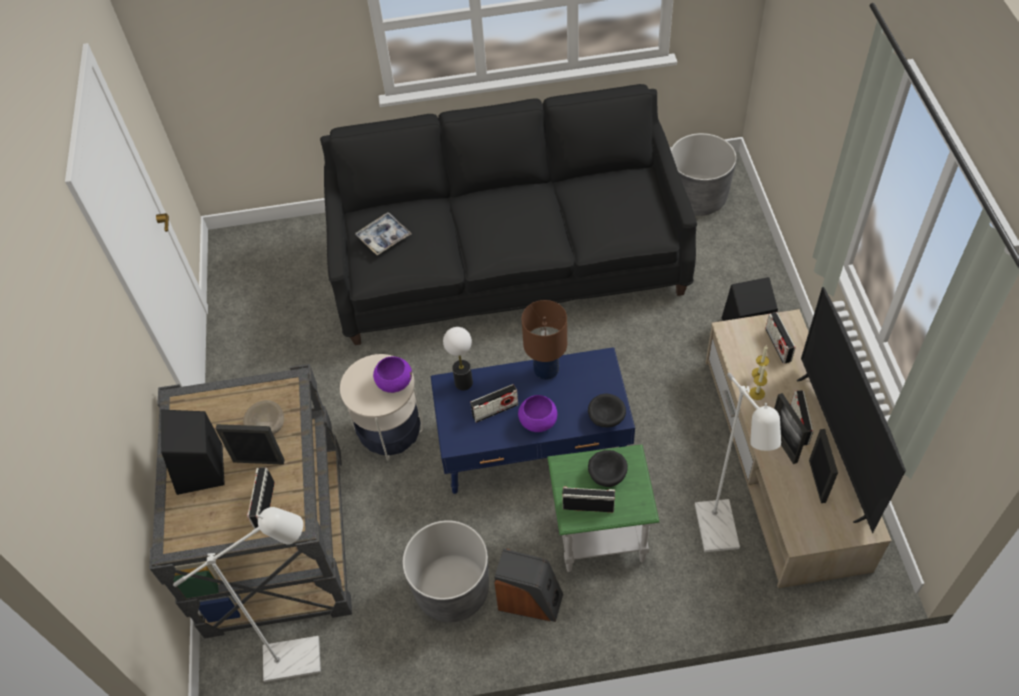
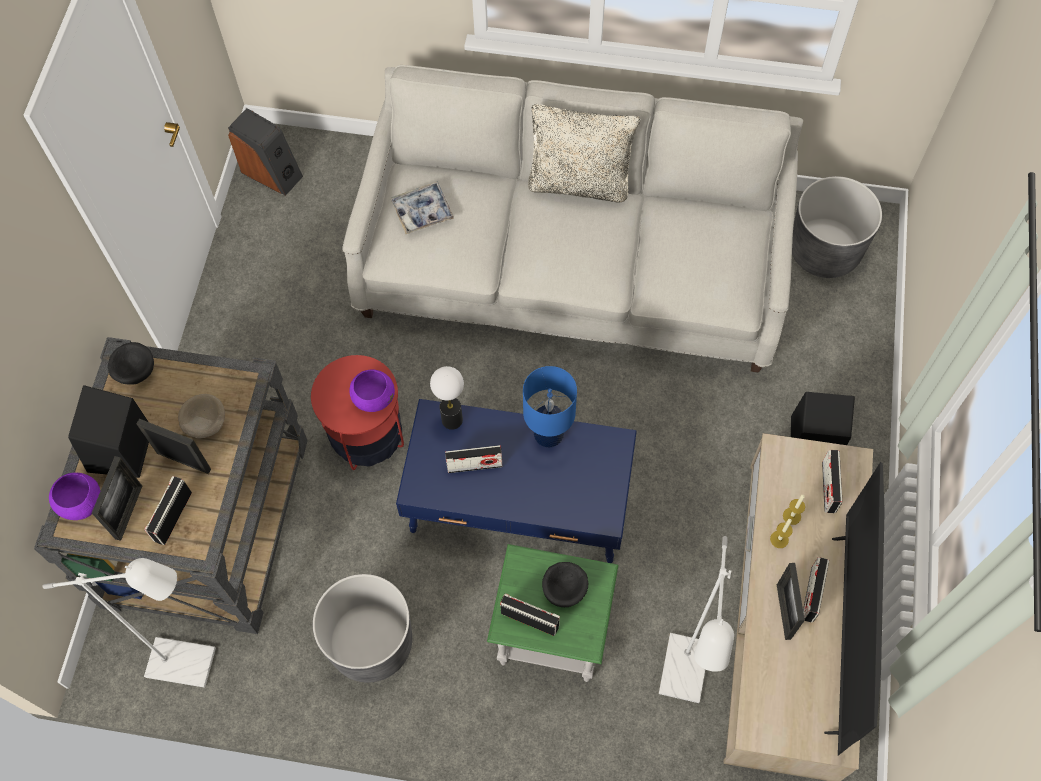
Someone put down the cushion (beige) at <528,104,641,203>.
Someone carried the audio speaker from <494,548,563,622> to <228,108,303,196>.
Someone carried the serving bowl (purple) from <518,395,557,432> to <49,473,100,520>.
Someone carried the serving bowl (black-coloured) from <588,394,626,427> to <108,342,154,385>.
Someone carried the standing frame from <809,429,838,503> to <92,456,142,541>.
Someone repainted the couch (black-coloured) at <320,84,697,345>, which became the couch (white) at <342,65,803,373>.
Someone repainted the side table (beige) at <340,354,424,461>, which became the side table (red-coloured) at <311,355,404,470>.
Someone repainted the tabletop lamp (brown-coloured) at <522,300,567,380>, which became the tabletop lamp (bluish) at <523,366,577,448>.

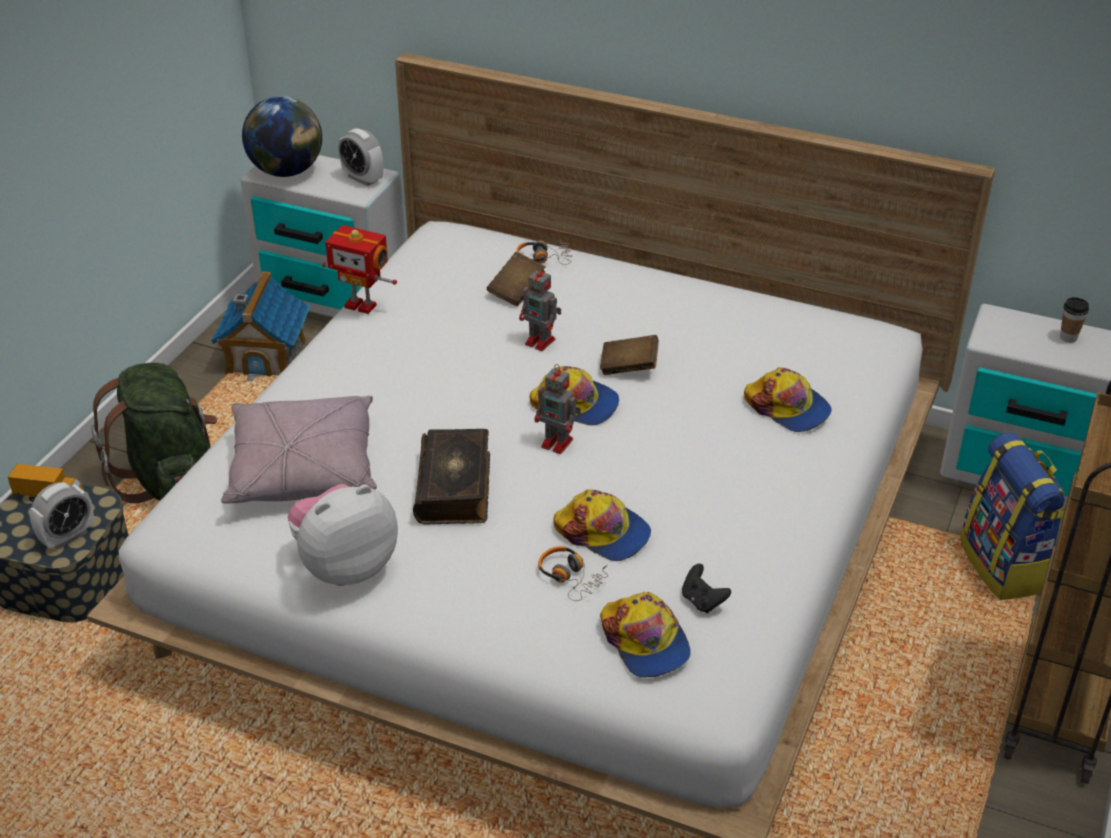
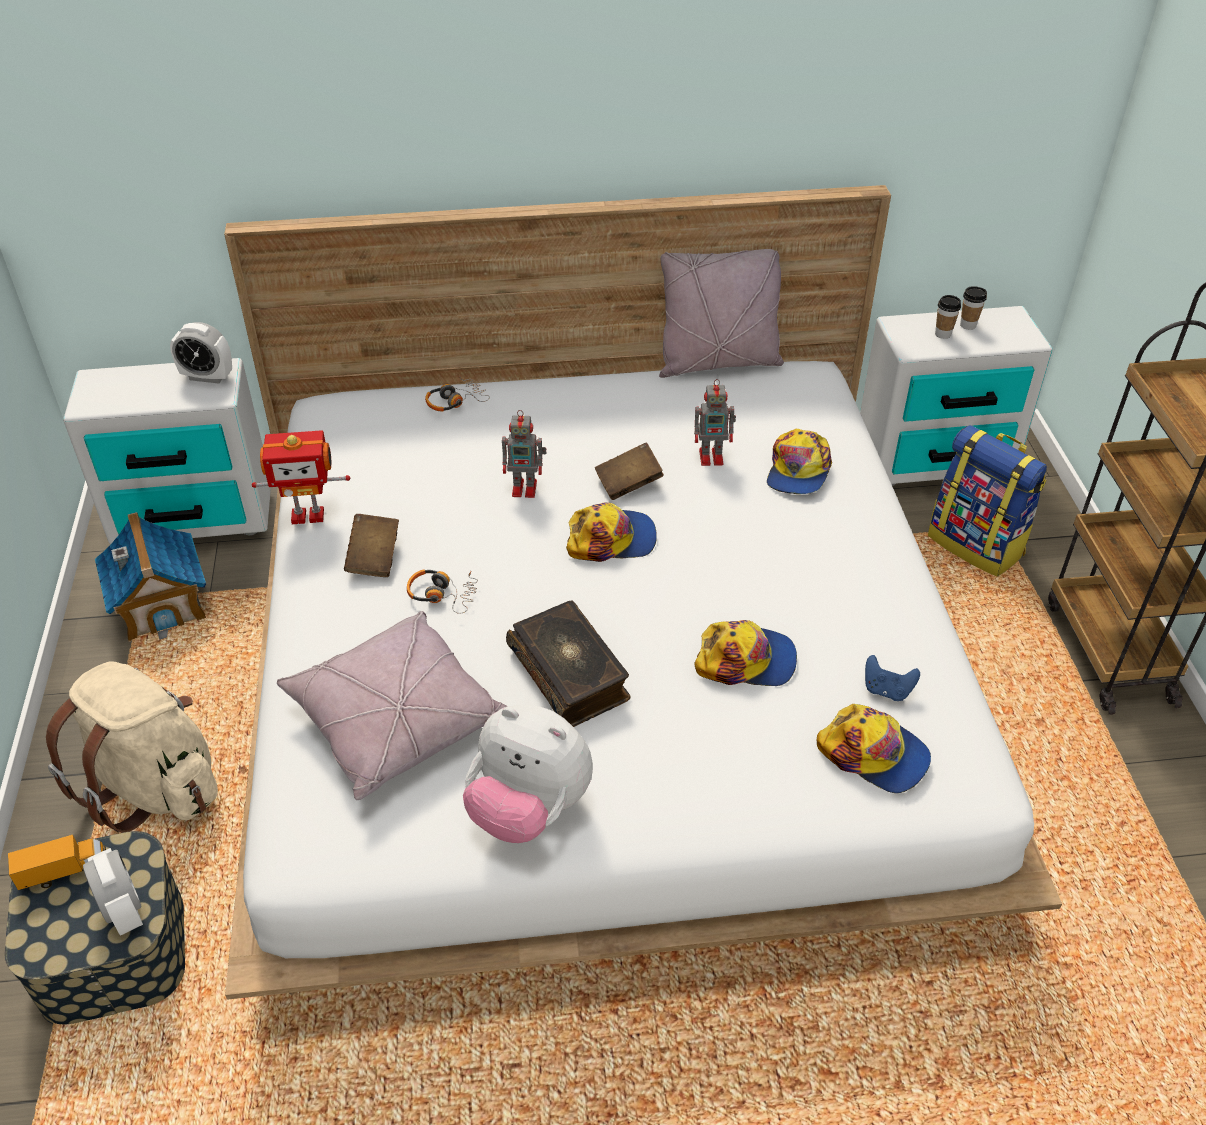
Someone took away the world globe at <242,96,322,177>.
Someone put down the cushion (purple) at <659,249,784,378>.
Someone put down the drinking cup at <935,295,961,339>.
Someone carried the volume (brown-coloured) from <487,252,546,306> to <344,514,399,577>.
Someone carried the robot figure from <535,364,581,454> to <694,379,736,466>.
Someone carried the headphones from <538,546,608,601> to <407,569,478,614>.
Someone repainted the rucksack (green-coloured) at <91,363,217,503>, which became the rucksack (beige) at <46,661,218,833>.
Someone repainted the gamepad (black-coloured) at <682,564,731,613>, which became the gamepad (bluish) at <865,655,920,701>.
Someone rotated the alarm clock at <30,482,94,550> by 45 degrees counterclockwise.
Someone rotated the plush toy at <288,484,398,586> by 90 degrees counterclockwise.
Someone rotated the baseball cap at <744,367,832,432> by 90 degrees clockwise.

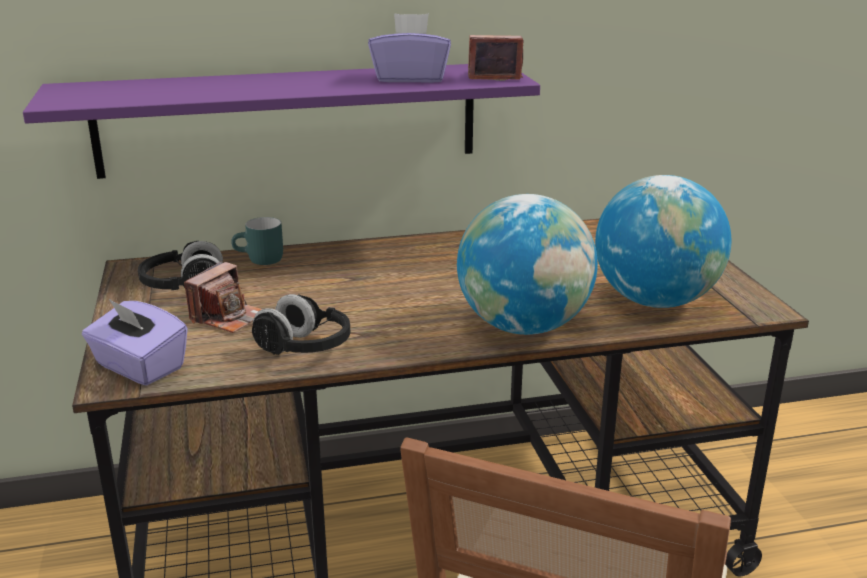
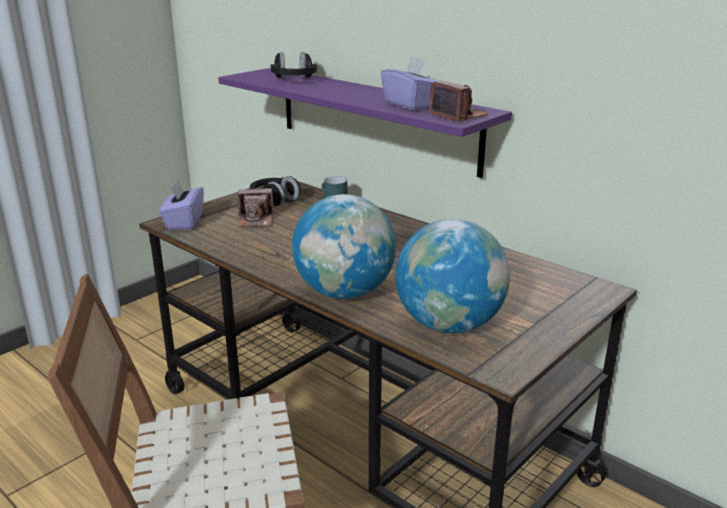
Someone carried the headphones (black-coloured) from <252,294,351,355> to <271,52,317,79>.

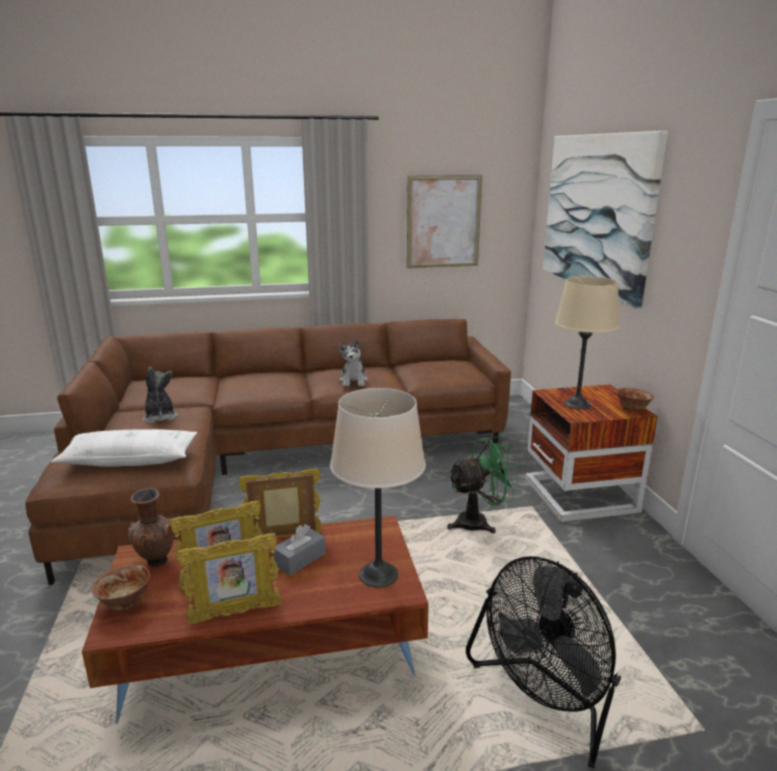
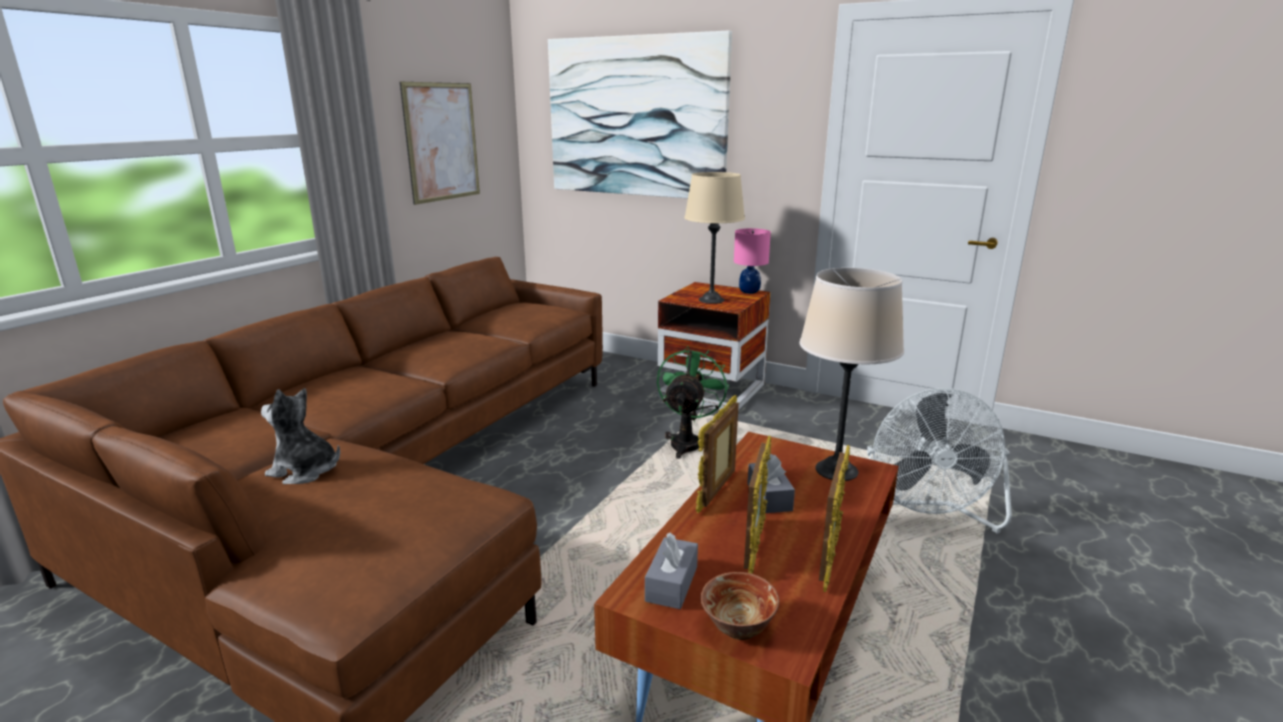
Someone took away the cushion (white) at <50,429,197,467>.
Someone took away the plush toy at <338,338,368,387>.
Someone swapped the decorative vase (brown-coloured) at <128,488,174,567> for the tissue box (grey) at <645,533,698,609>.
Someone swapped the serving bowl at <617,388,654,412> for the tabletop lamp (pink) at <734,228,771,294>.
Someone repainted the cooling fan (black-coloured) at <466,556,621,769>, which became the cooling fan (white) at <867,388,1012,534>.

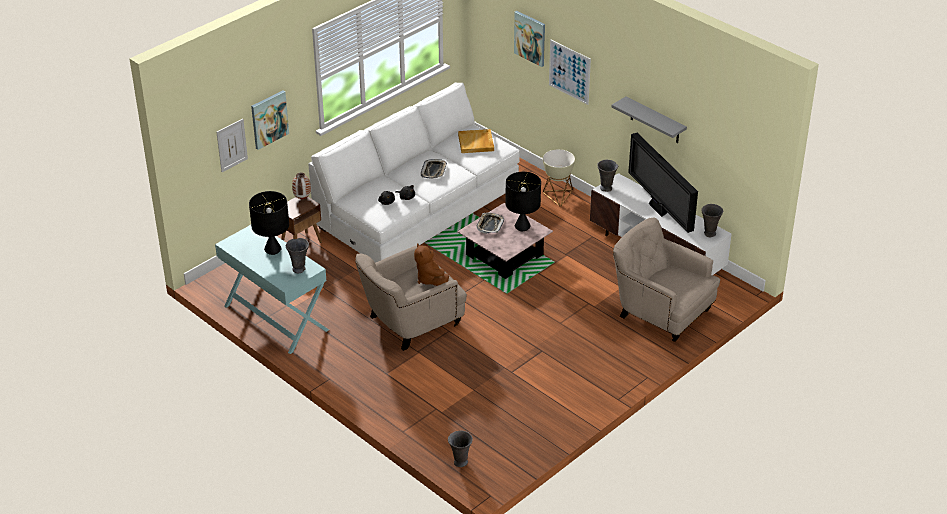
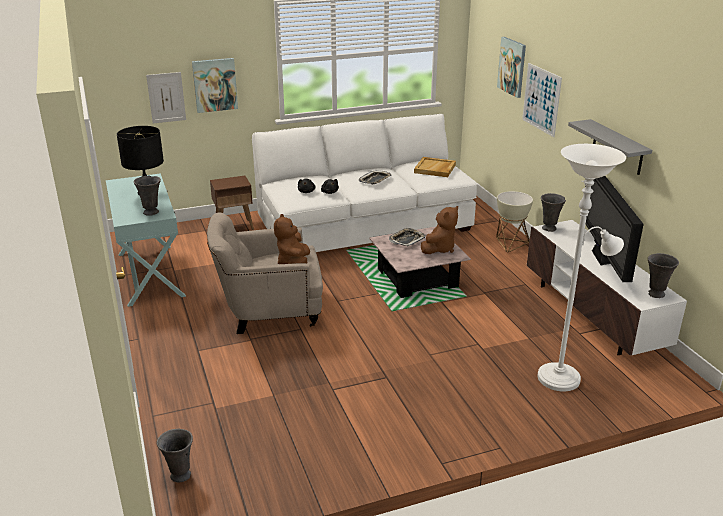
Someone took away the decorative vase at <292,173,311,199>.
Someone swapped the tabletop lamp (black-coloured) at <505,172,541,231> for the plush toy (brown-coloured) at <421,206,458,254>.
Someone swapped the armchair (beige) at <613,218,720,342> for the floor lamp (white) at <538,144,626,392>.

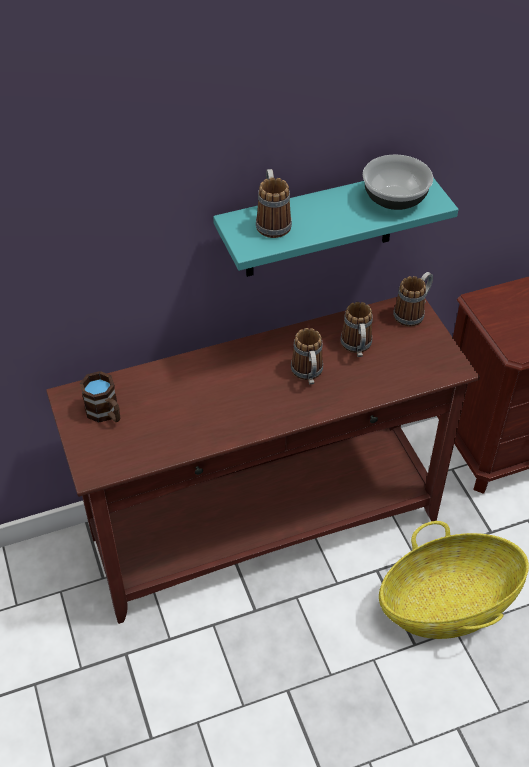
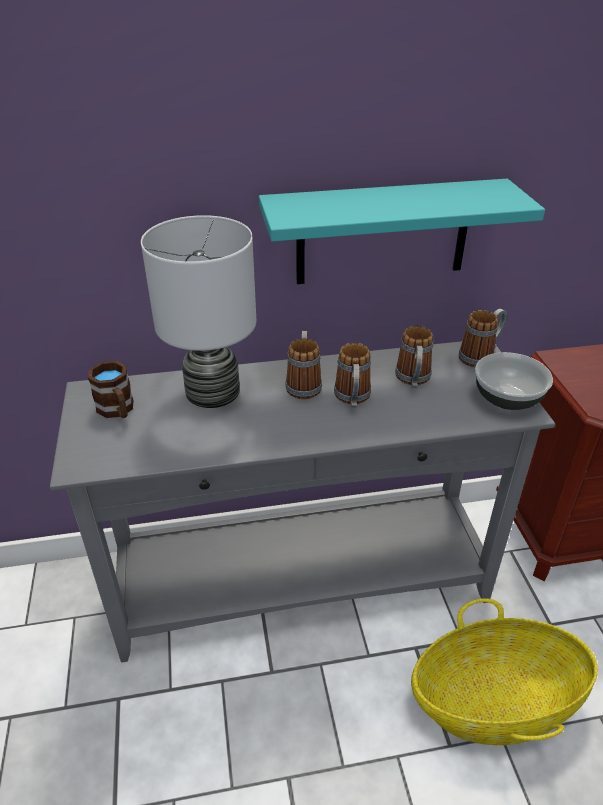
Someone put down the tabletop lamp (grey) at <141,215,257,408>.
Someone carried the coffee mug from <256,169,292,238> to <285,331,322,399>.
Someone carried the serving bowl from <363,155,433,210> to <475,352,553,410>.
Someone repainted the hall table (brown-coloured) at <46,297,480,624>, which became the hall table (grey) at <50,341,555,663>.

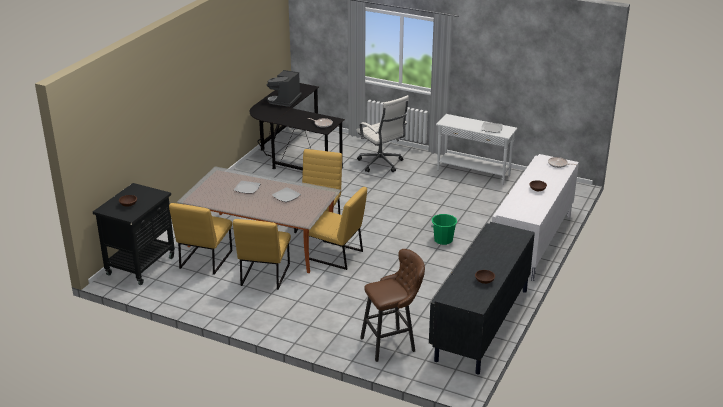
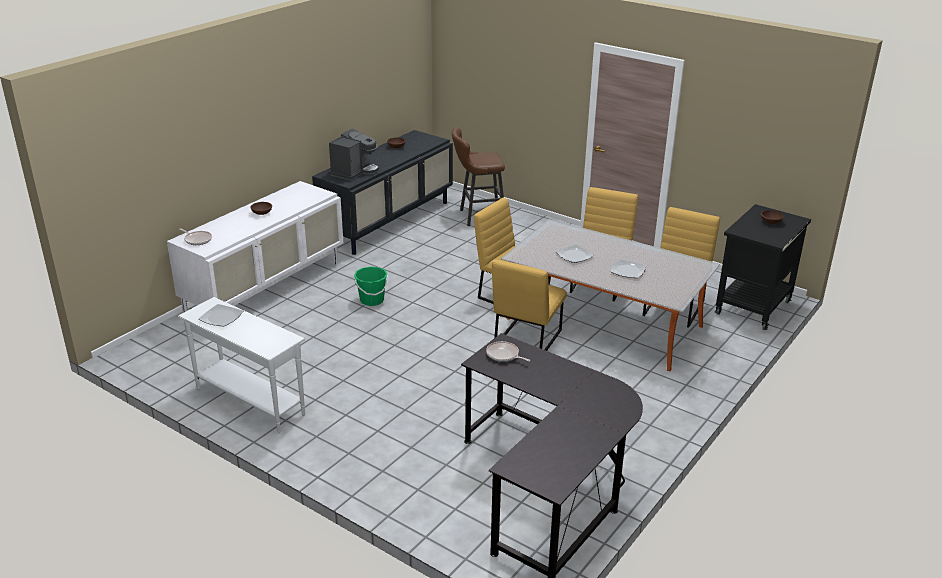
Someone took away the computer chair (white) at <356,95,409,172>.
Someone carried the coffee maker from <267,70,302,107> to <328,129,379,181>.

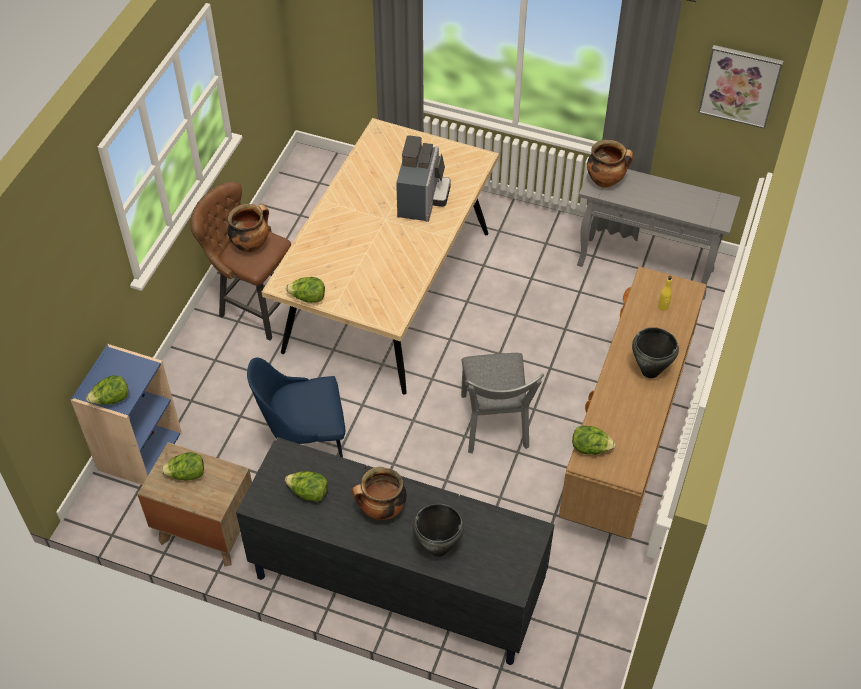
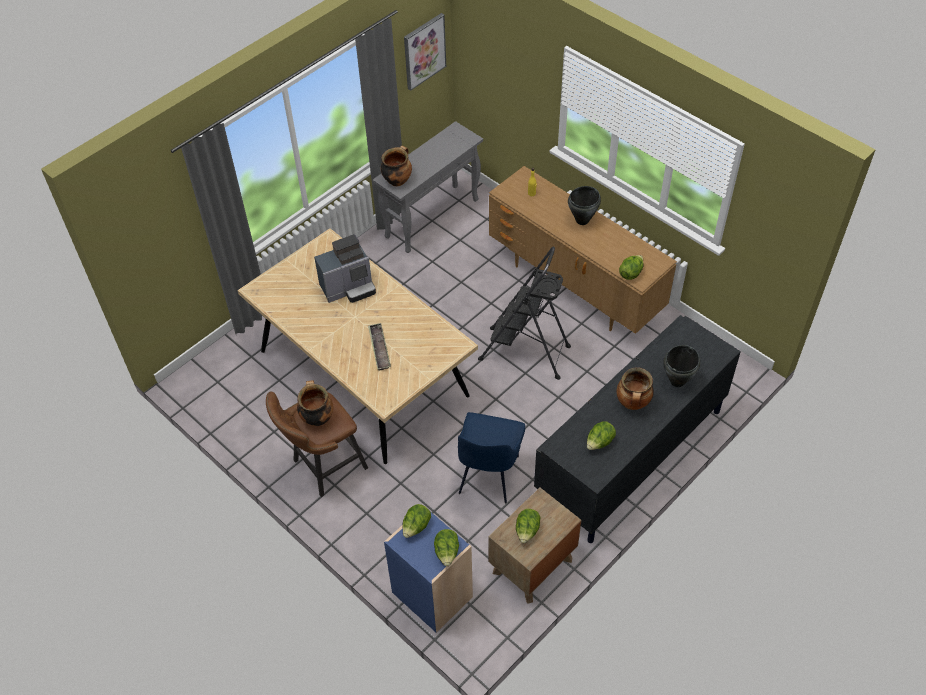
Someone put down the carrying tray at <368,323,391,370>.
Someone carried the head of lettuce from <286,277,325,303> to <402,504,431,538>.
Someone swapped the chair (grey) at <461,353,544,454> for the stepladder at <478,247,571,380>.
Someone rotated the coffee maker at <396,135,451,222> by 120 degrees clockwise.

